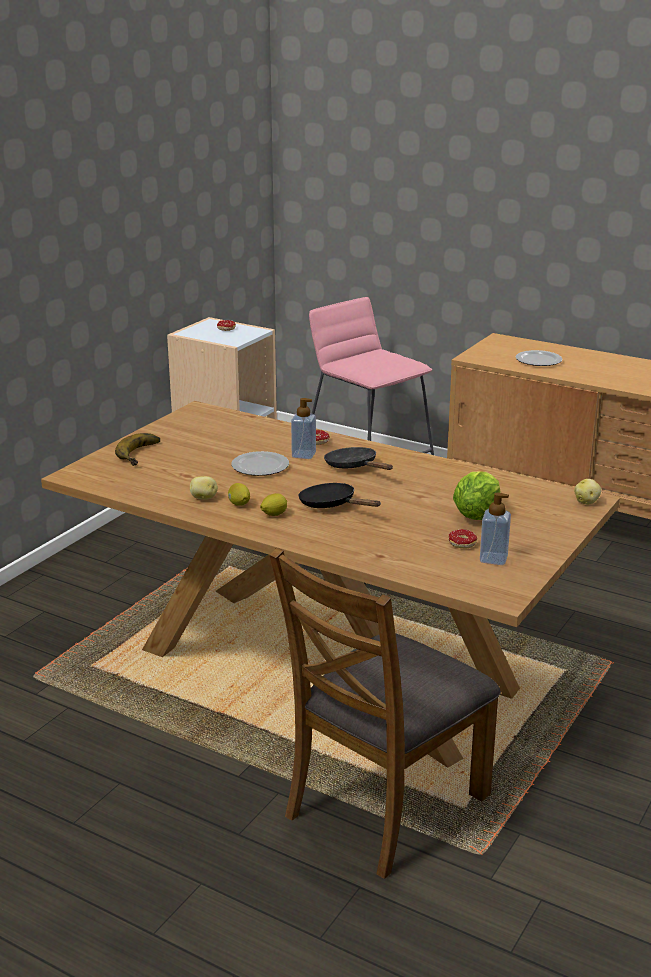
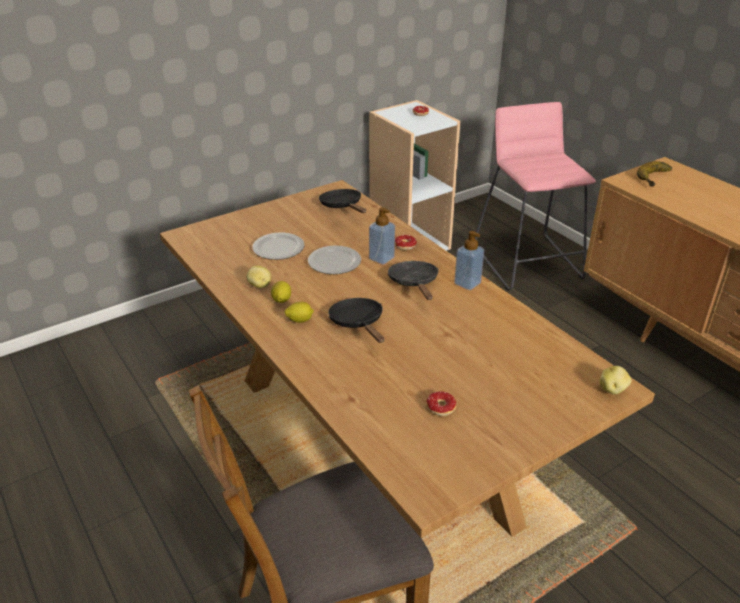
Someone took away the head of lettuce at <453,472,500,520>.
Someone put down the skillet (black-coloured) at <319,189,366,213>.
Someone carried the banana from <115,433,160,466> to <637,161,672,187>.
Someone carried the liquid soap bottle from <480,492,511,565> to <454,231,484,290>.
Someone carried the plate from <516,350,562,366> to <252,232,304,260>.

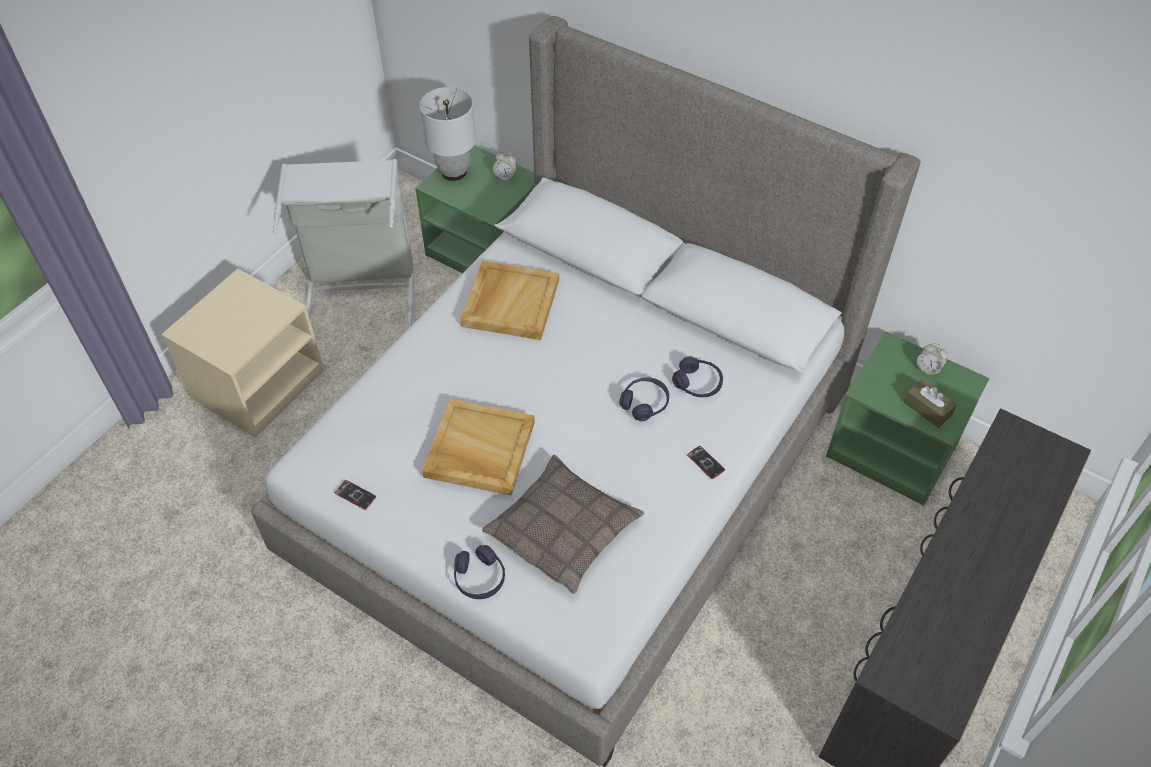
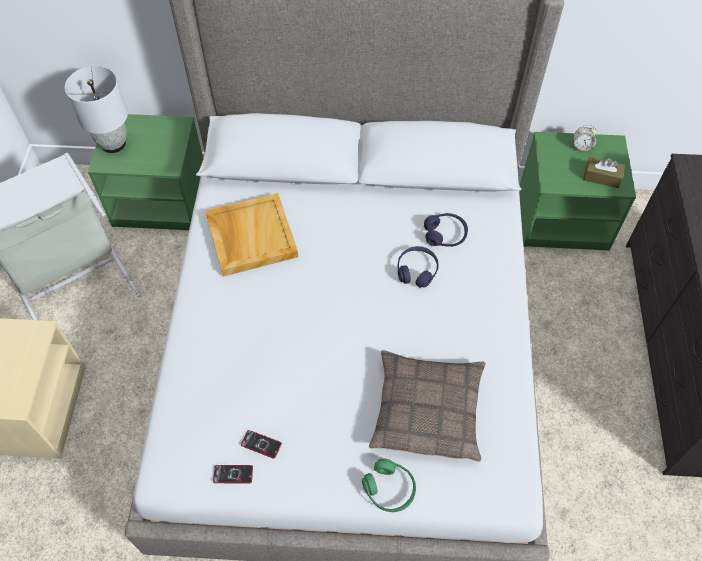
Someone took away the carrying tray (beige) at <422,399,535,495>.
Someone took away the alarm clock at <493,152,517,181>.
Someone carried the handset from <687,446,725,479> to <241,430,282,459>.
Someone repainted the headphones (purple) at <454,545,505,599>, which became the headphones (green-coloured) at <362,458,416,512>.

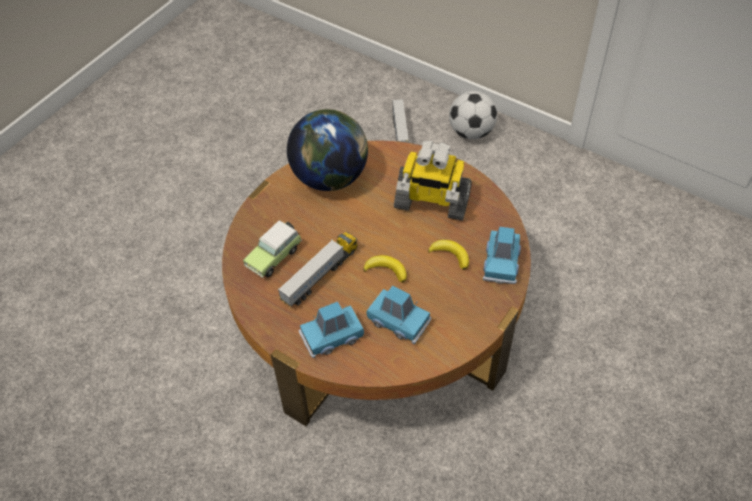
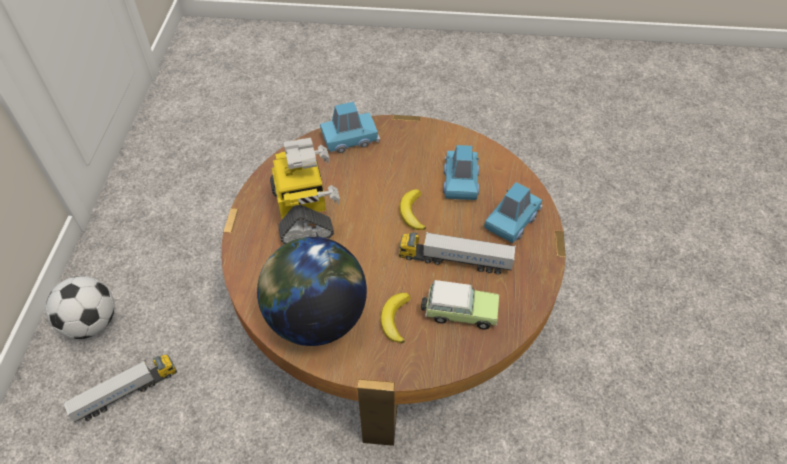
Someone carried the banana from <428,240,469,270> to <380,293,411,343>.
Someone rotated the model car (bluish) at <299,302,364,358> by 90 degrees counterclockwise.

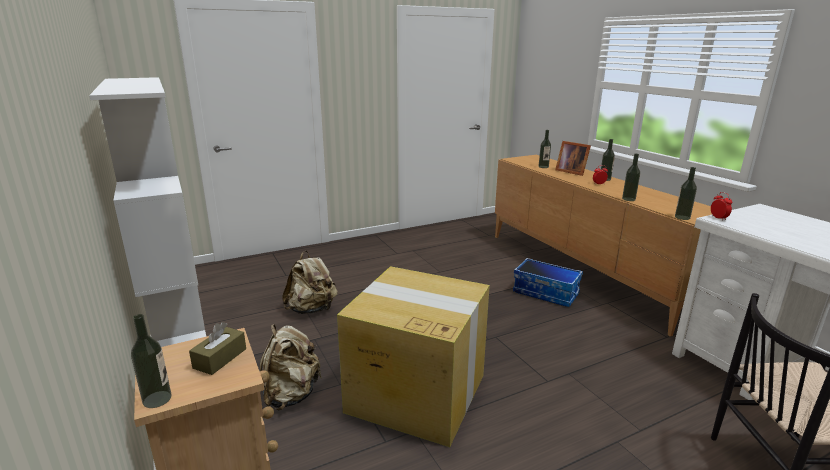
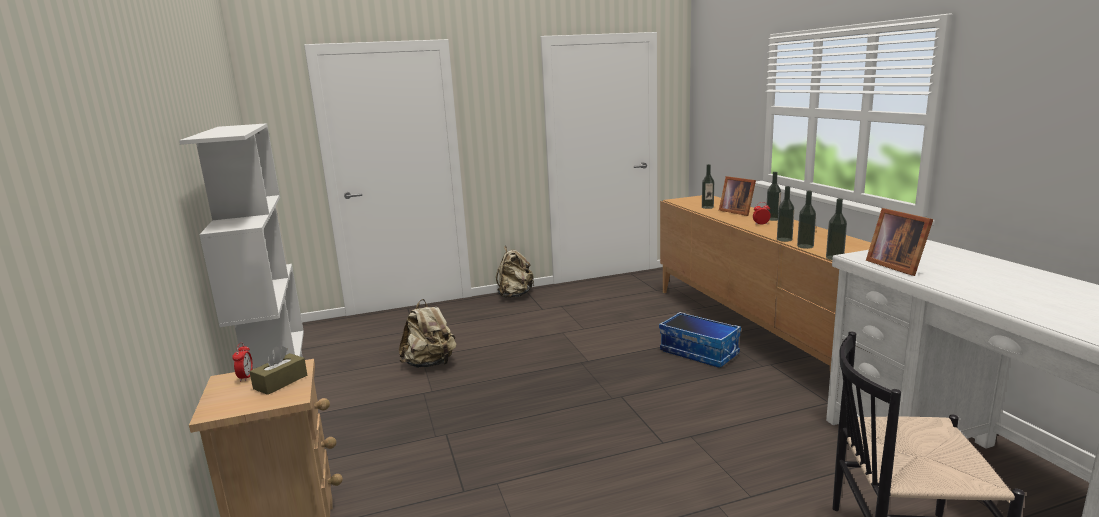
Someone took away the cardboard box at <337,266,490,447>.
Someone put down the standing frame at <866,208,933,276>.
Someone carried the bottle from <131,314,171,408> to <797,191,816,249>.
Someone carried the rucksack (beige) from <260,324,322,411> to <496,246,535,298>.
Someone carried the alarm clock from <711,192,732,220> to <232,342,253,382>.

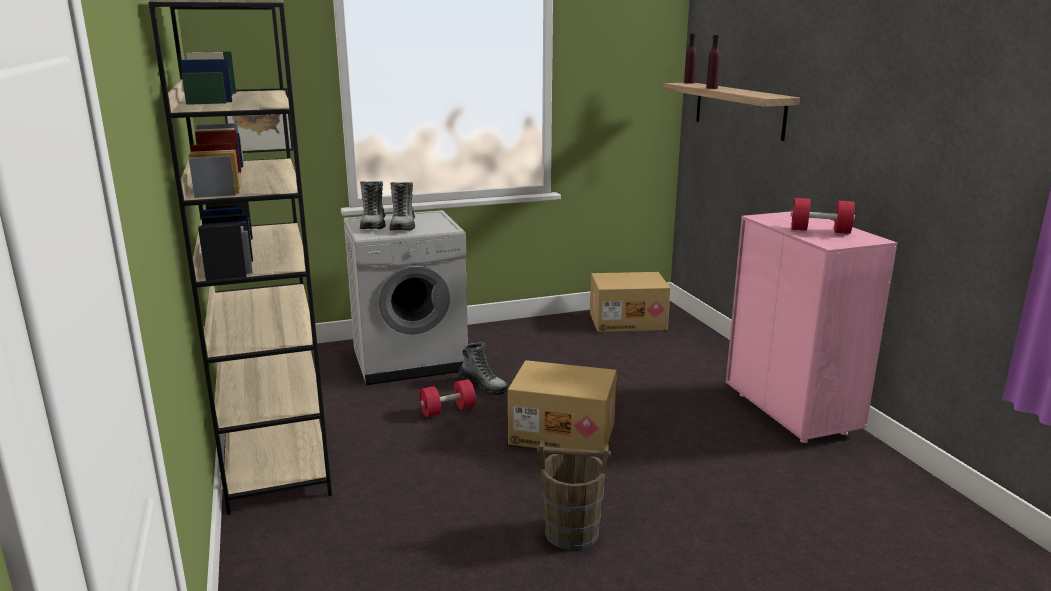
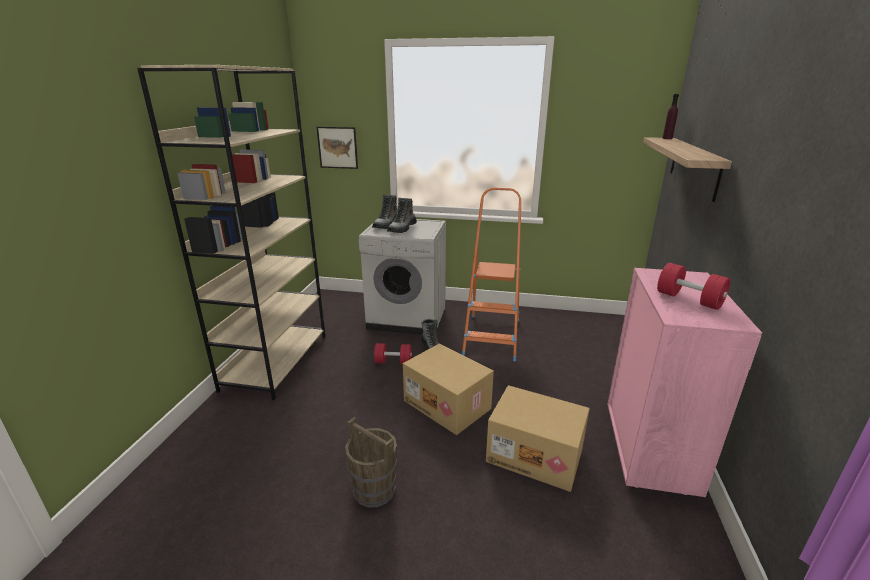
Someone took away the bottle (purple) at <706,35,720,89>.
Someone put down the stepladder (orange) at <462,188,521,361>.
Someone carried the cardboard box from <590,272,671,332> to <486,385,590,492>.

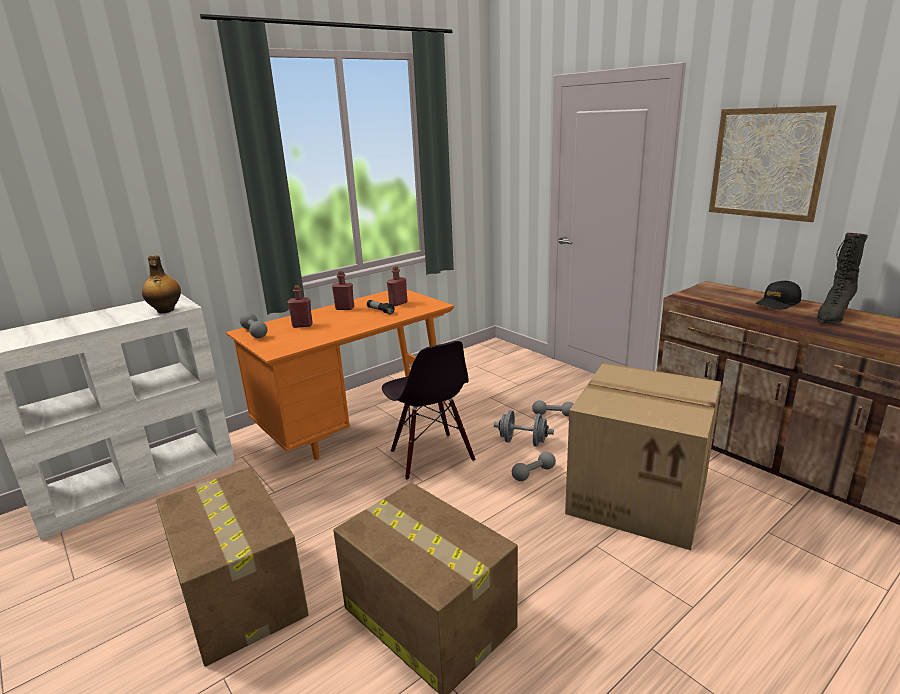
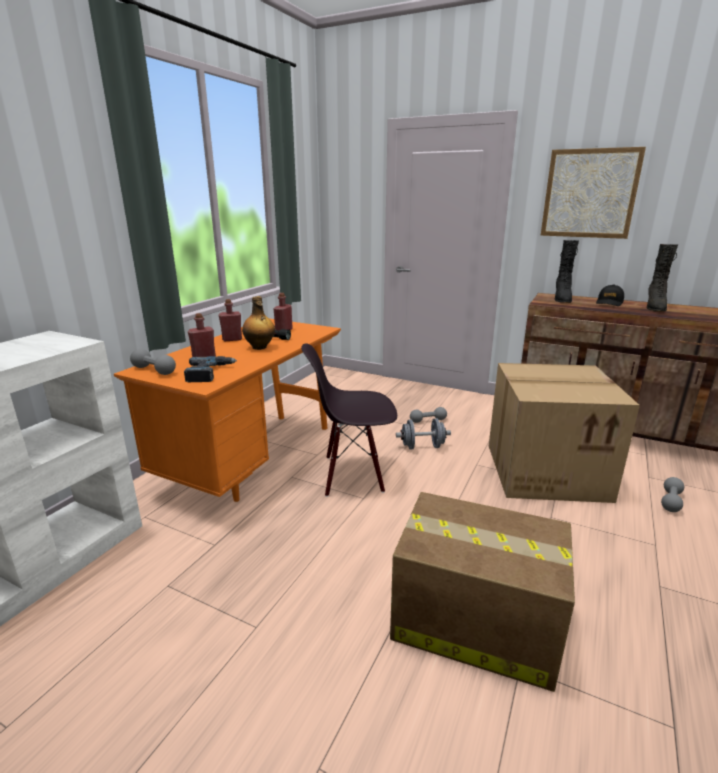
Someone took away the cardboard box at <156,467,309,667>.
Someone put down the power drill at <184,356,237,382>.
Someone put down the tall boot (black-coloured) at <555,240,579,303>.
Someone carried the bottle from <142,255,181,313> to <242,296,275,350>.
Someone carried the hand weight (grey) from <512,452,556,481> to <661,477,684,512>.
Someone rotated the chair (black-coloured) at <382,341,475,480> by 135 degrees clockwise.

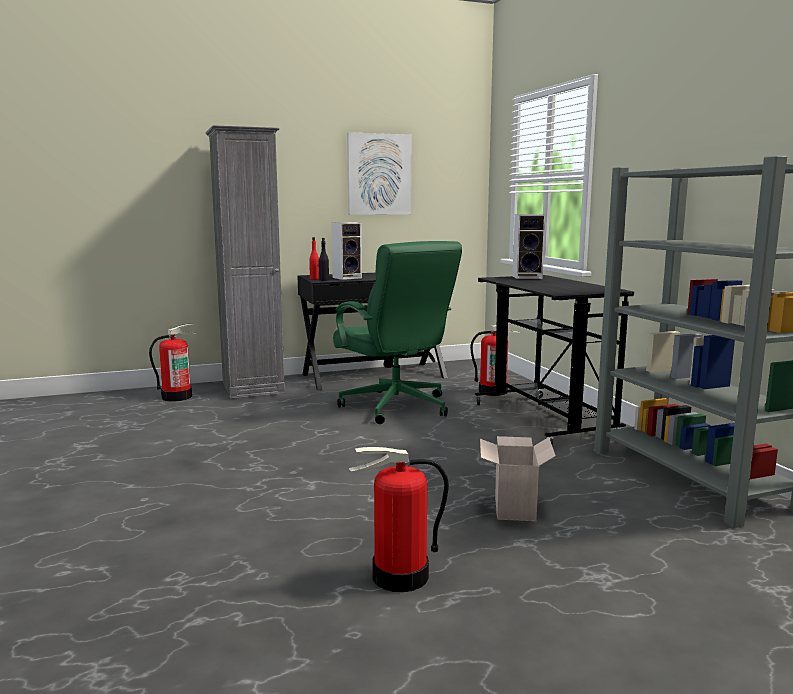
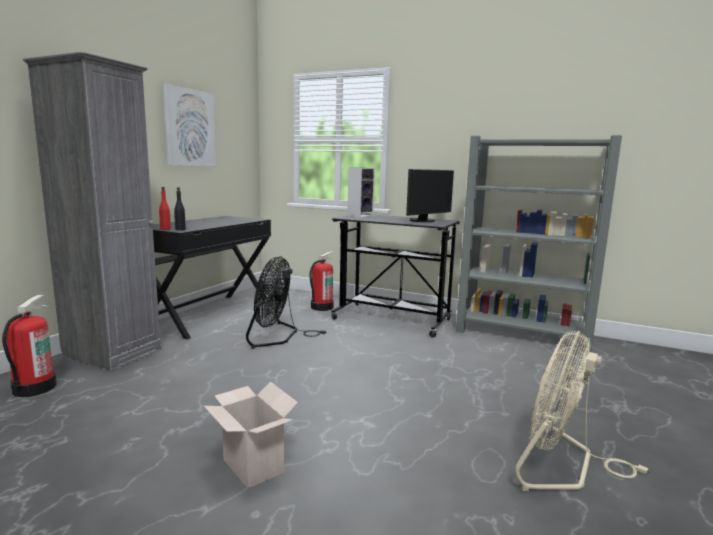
Someone took away the audio speaker at <331,222,362,280>.
Someone put down the computer screen at <406,169,454,222>.
Someone carried the cardboard box from <480,436,556,521> to <204,381,298,489>.
Someone swapped the computer chair (green-coloured) at <333,241,462,424> for the cooling fan (black-coloured) at <246,256,326,349>.
Someone swapped the fire extinguisher at <349,447,449,592> for the cooling fan (beige) at <515,331,651,491>.

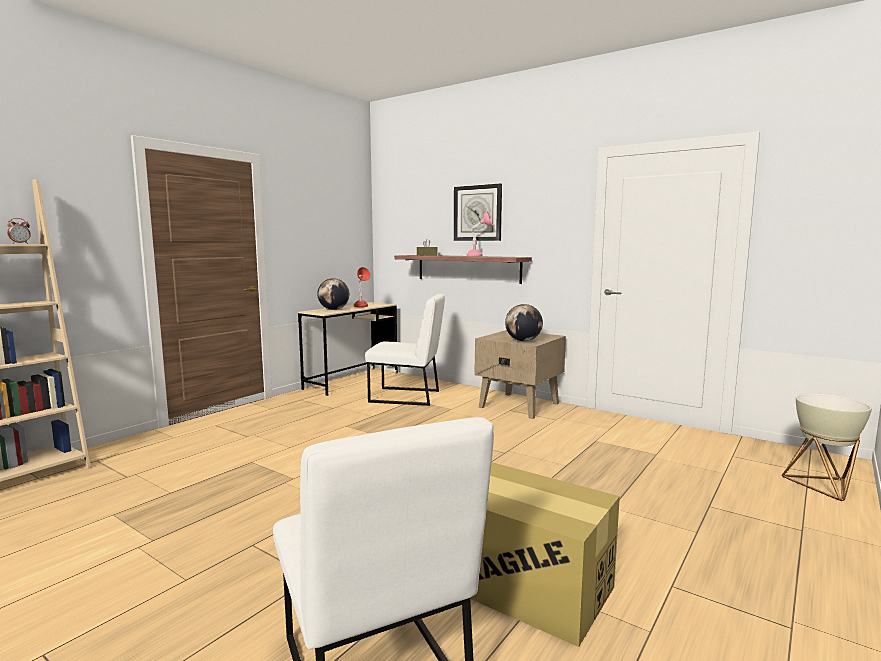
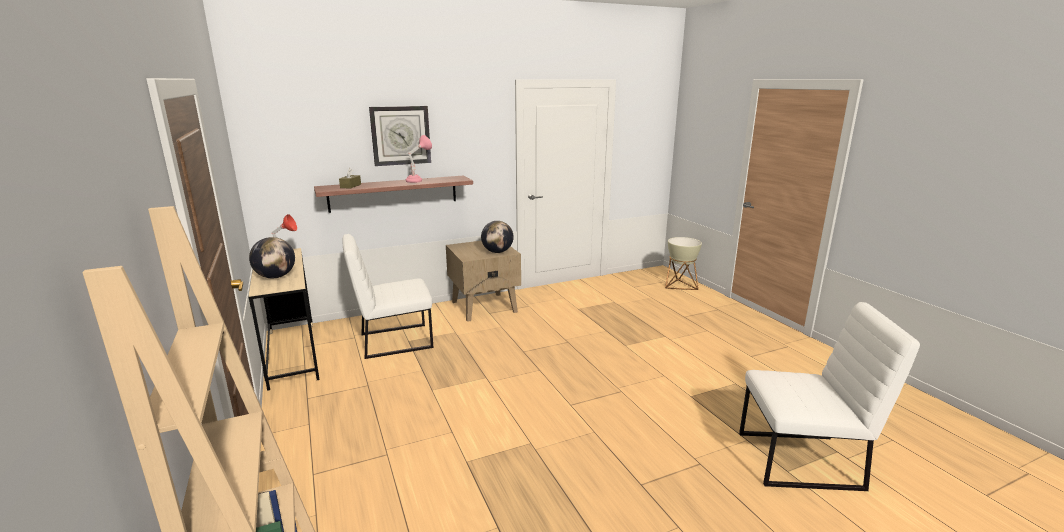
Someone took away the alarm clock at <7,218,31,244>.
Someone took away the cardboard box at <470,462,620,647>.
Someone rotated the chair (white) at <365,294,445,406> by 150 degrees counterclockwise.

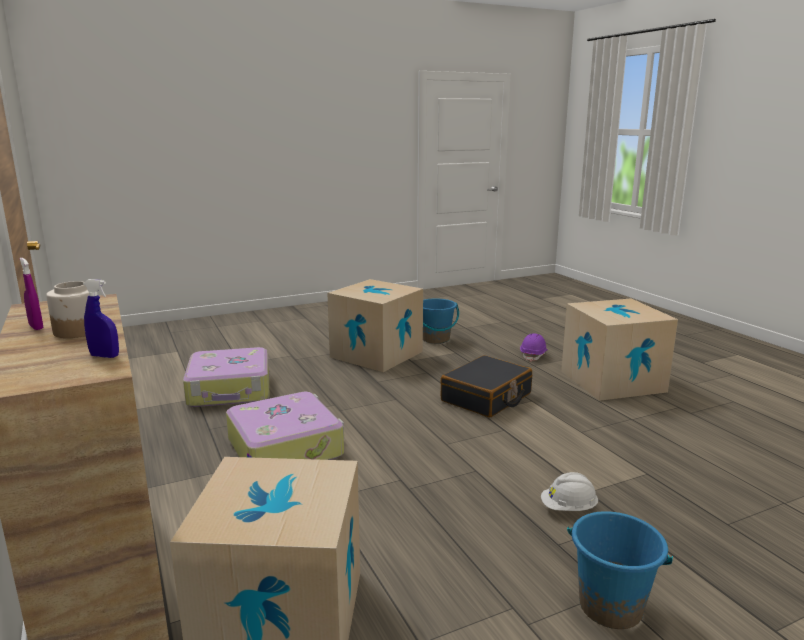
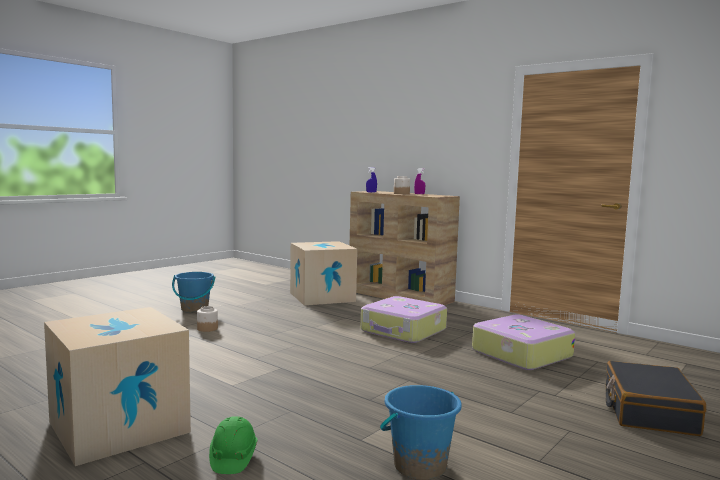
Someone took away the cardboard box at <327,279,423,372>.
Someone carried the suitcase (black-coloured) from <440,355,532,417> to <606,361,706,436>.
Someone swapped the hard hat (white) at <541,472,598,511> for the preserve jar at <197,306,218,332>.
Someone repainted the hard hat (purple) at <520,333,548,362>, which became the hard hat (green-coloured) at <209,416,257,474>.

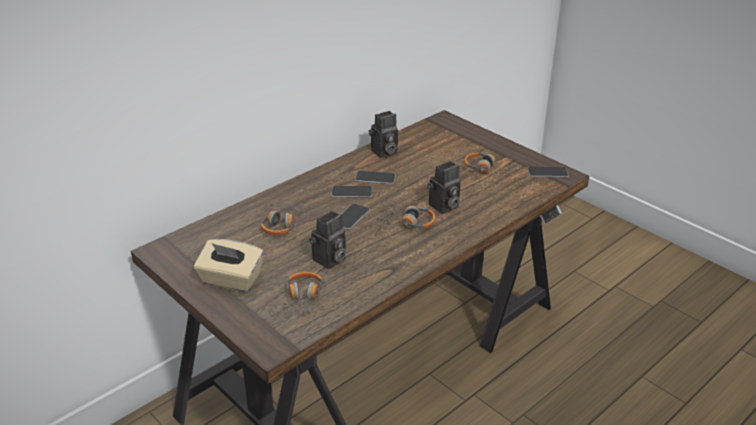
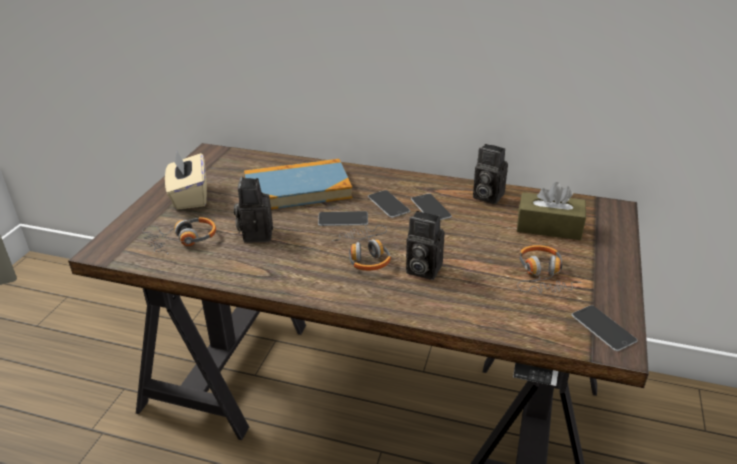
Someone put down the tissue box (brown-coloured) at <517,182,586,240>.
Someone swapped the headphones at <261,202,314,235> for the volume at <244,159,352,209>.
Someone rotated the still camera at <309,211,346,269> by 75 degrees clockwise.

